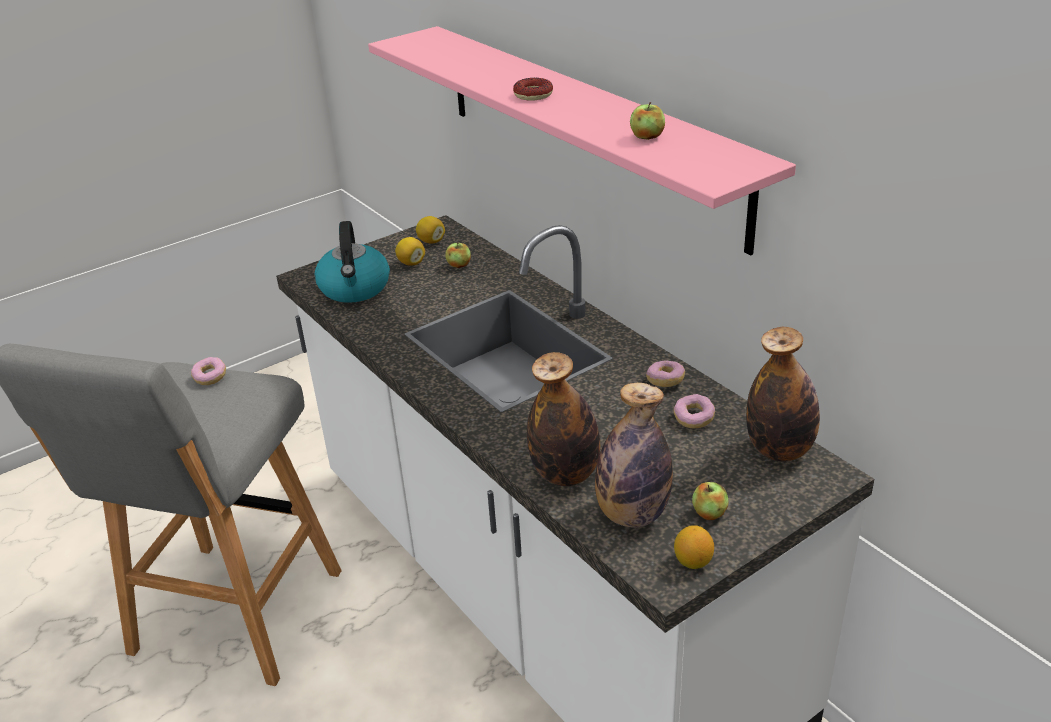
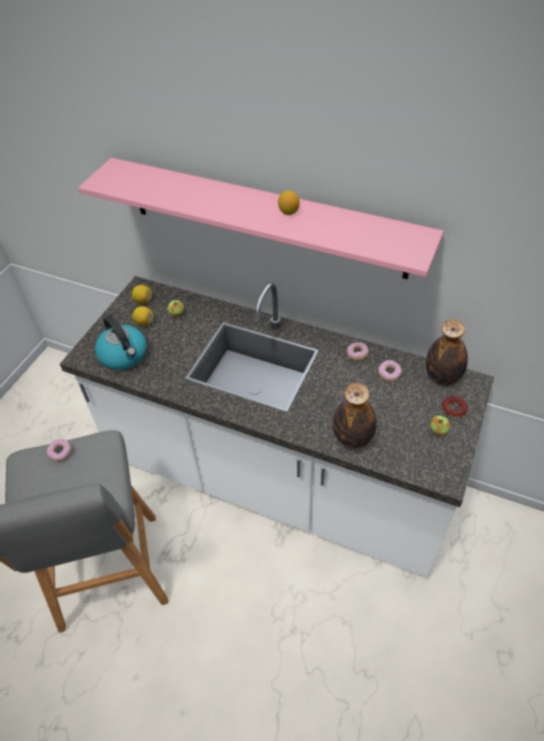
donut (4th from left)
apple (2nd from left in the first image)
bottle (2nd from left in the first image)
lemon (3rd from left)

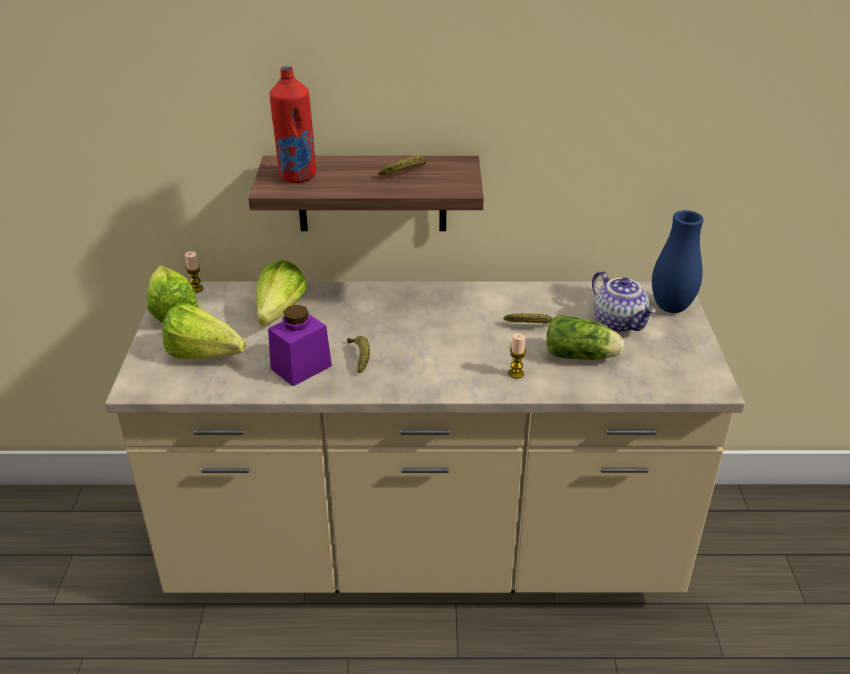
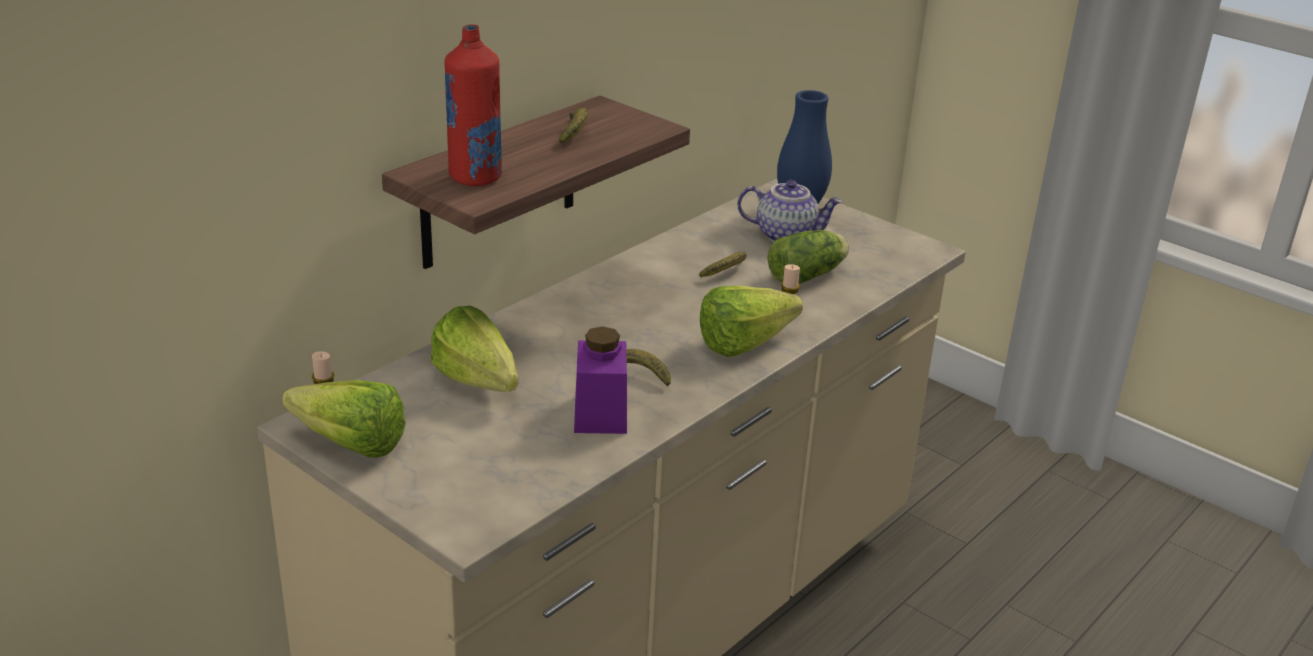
lettuce (3rd from left)

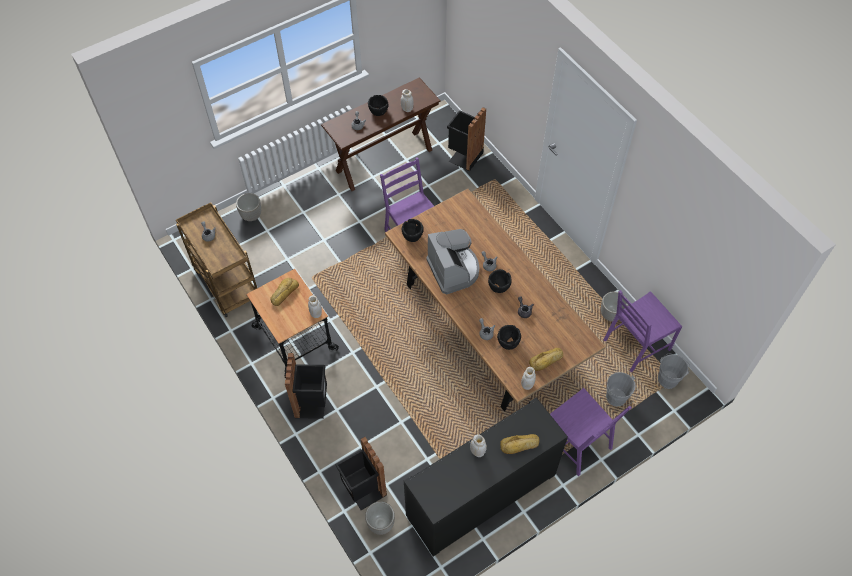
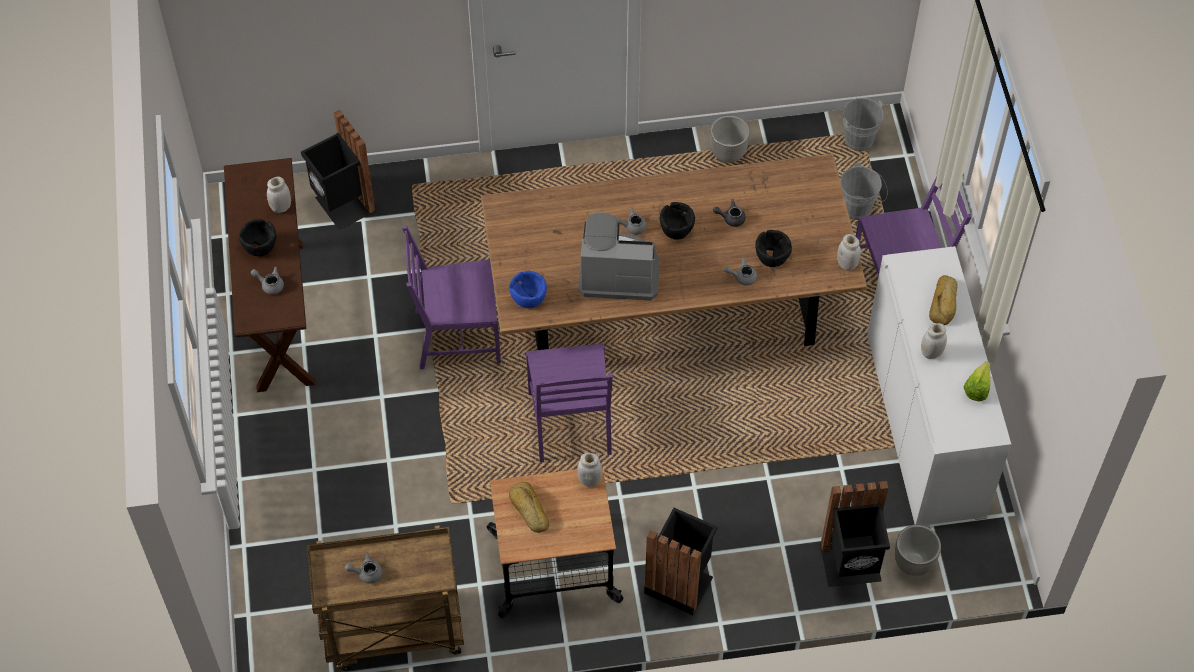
planter (1st from left in the first image)
blue bowl
purple chair (2nd from left)
bread (3rd from left in the first image)
white cabinet
lettuce

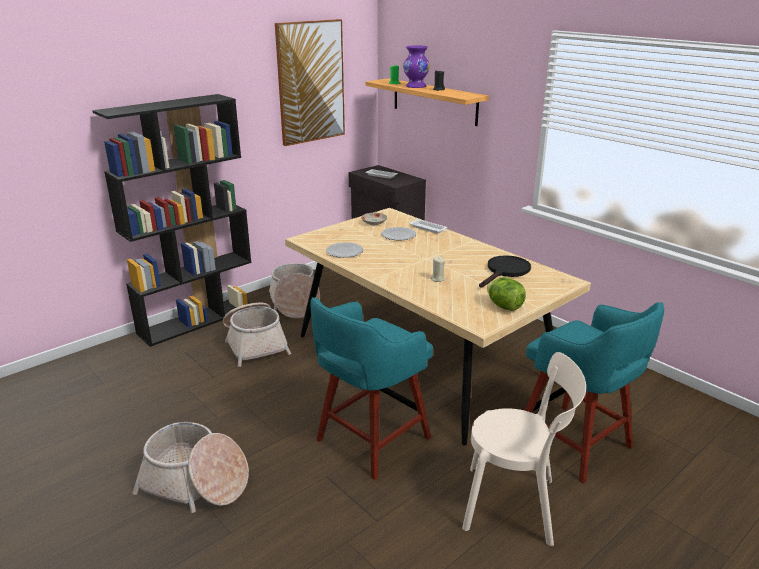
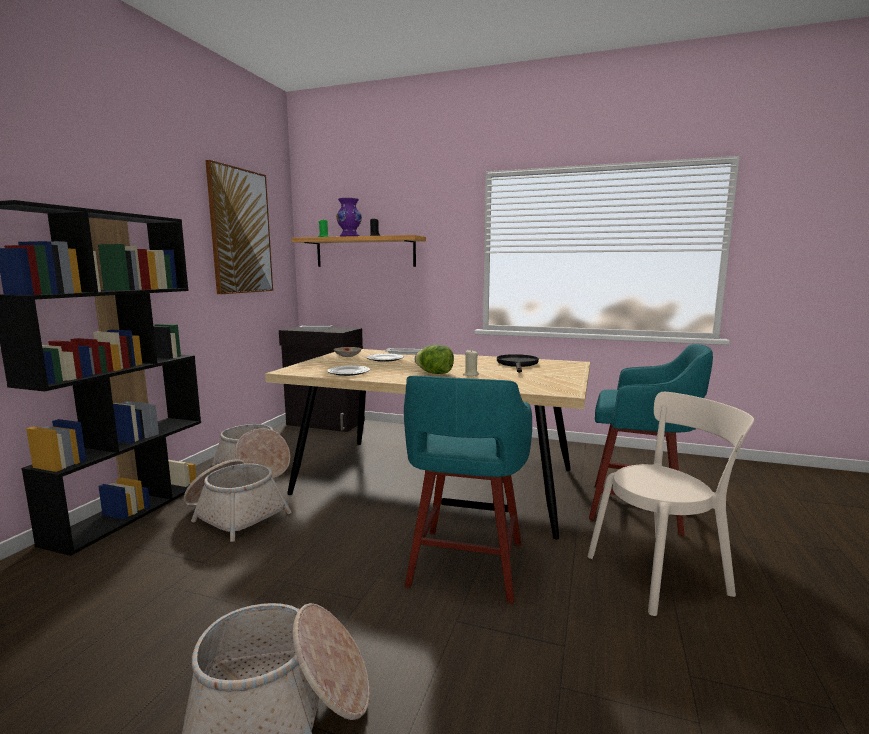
lettuce

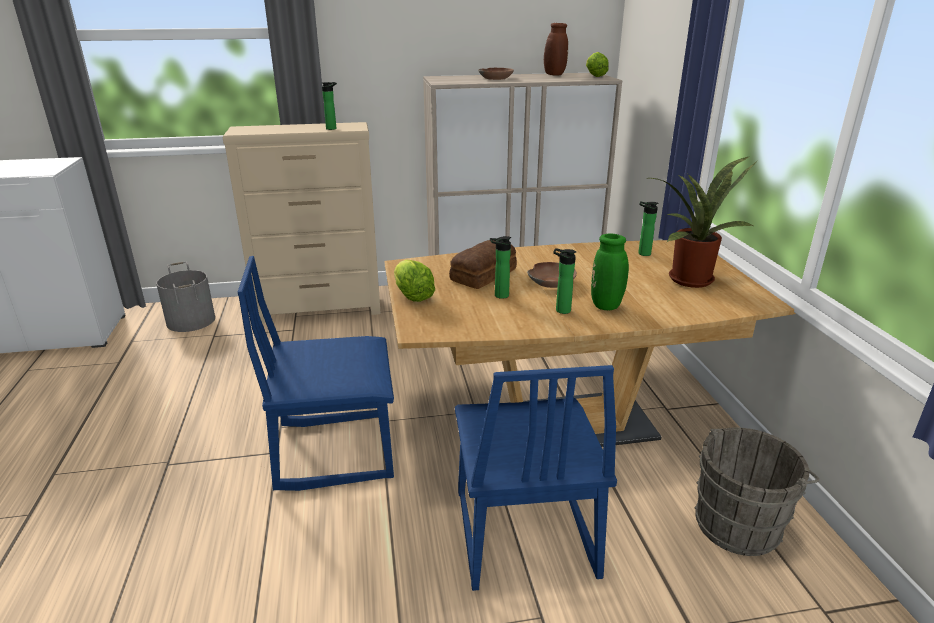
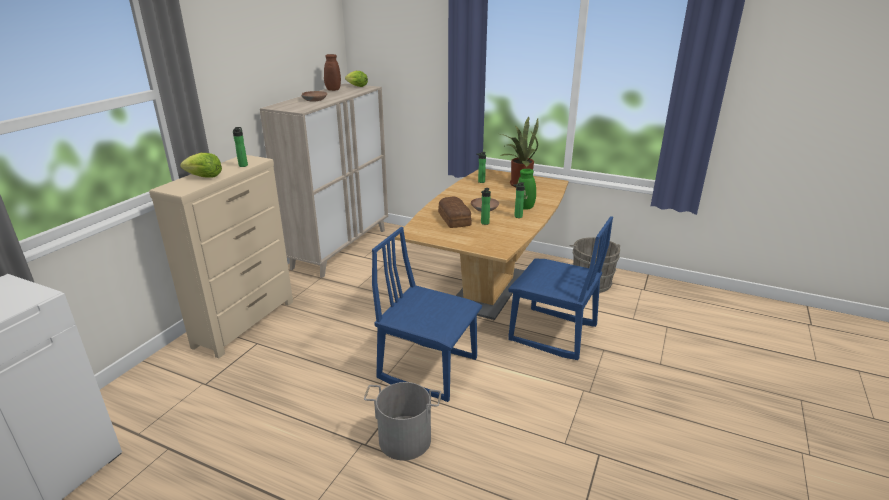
blue chair (1st from left)
lettuce (1st from left)
grey bucket (1st from left)

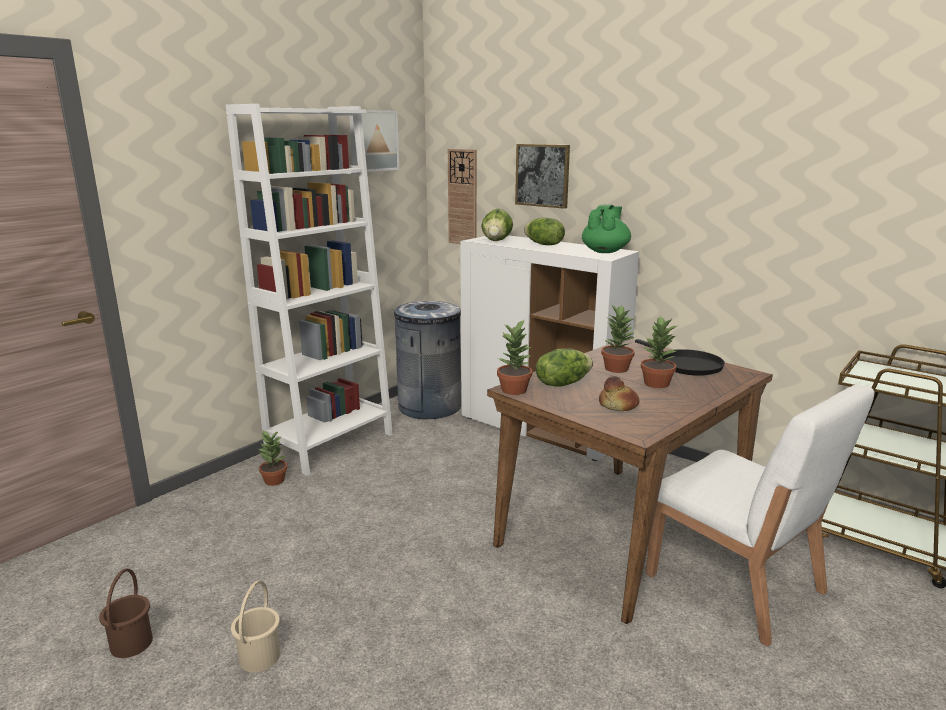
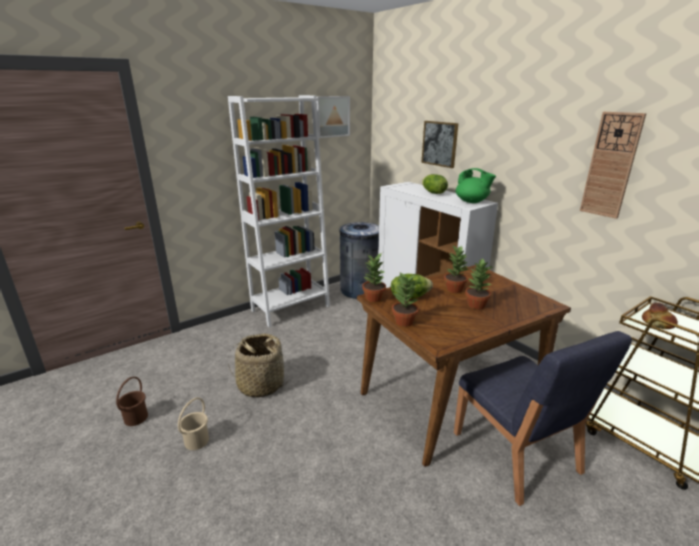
wall clock
green teapot
lettuce (1st from left in the first image)
black frying pan
bread
blue chair
potted plant (2nd from left)
basket

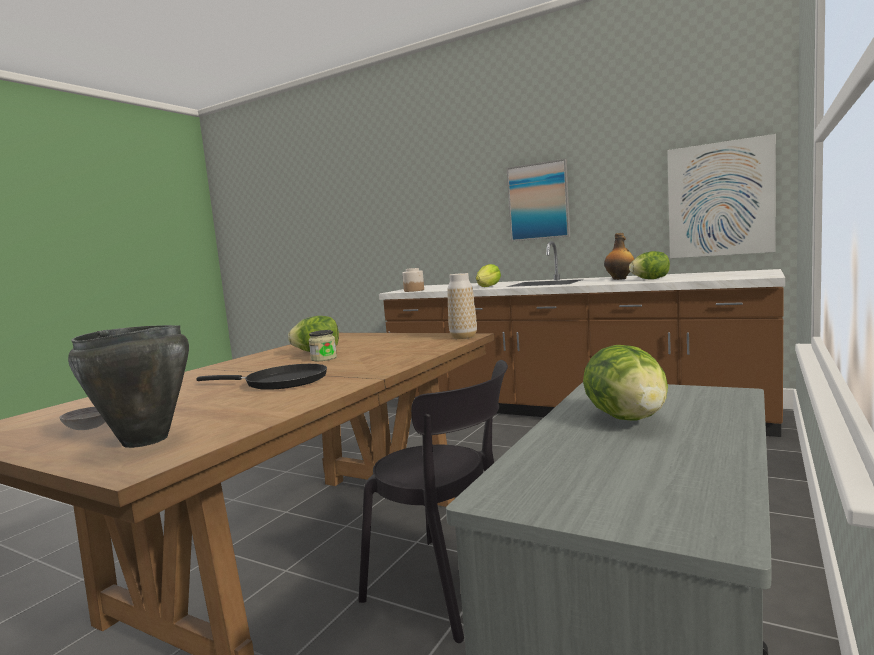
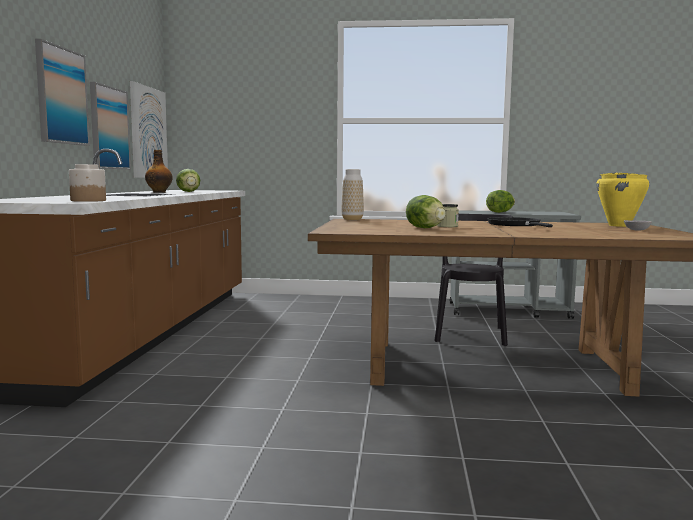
lettuce (2nd from left in the first image)
yellow cooking pot
picture (2nd from left)

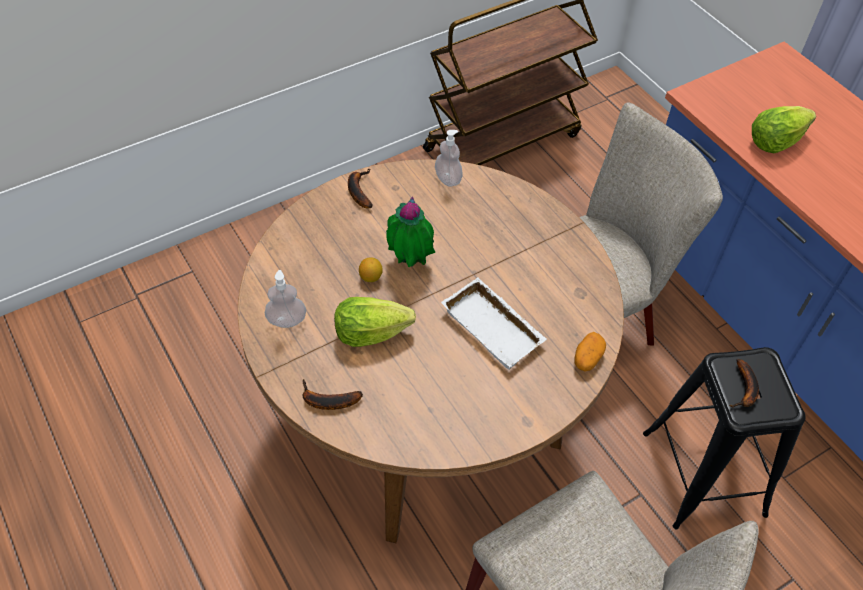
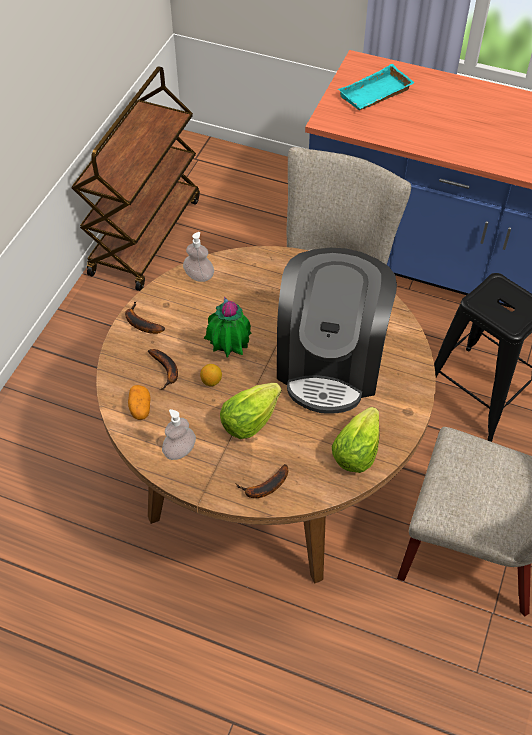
lettuce (2nd from left)
coffee machine
potato
banana (2nd from left)
turquoise tray

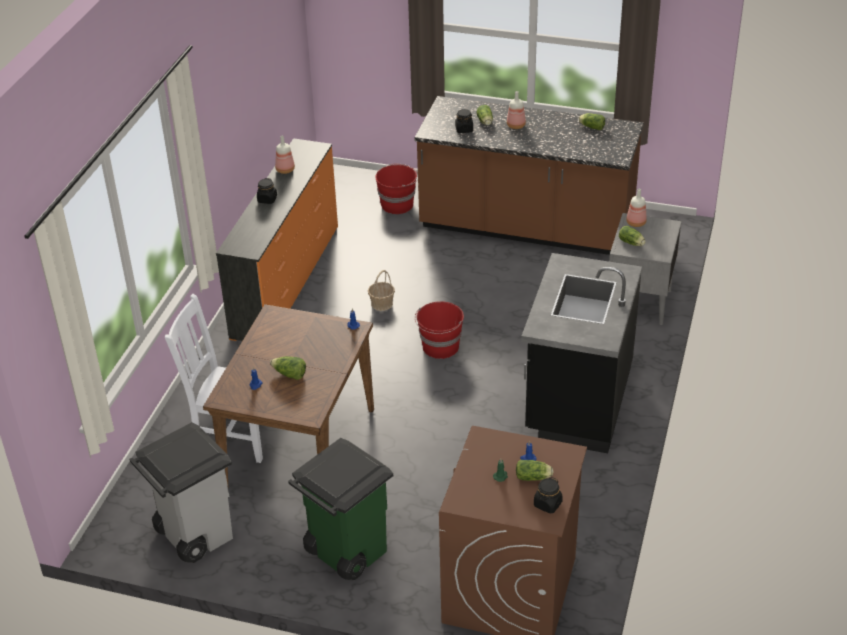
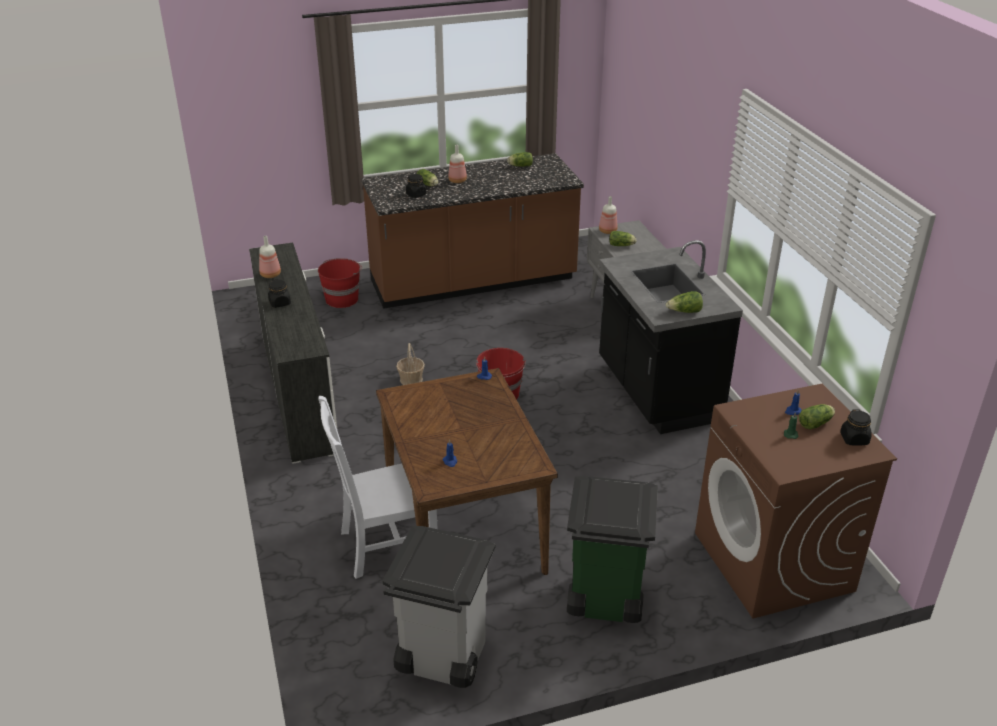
white dresser
lettuce (4th from left)

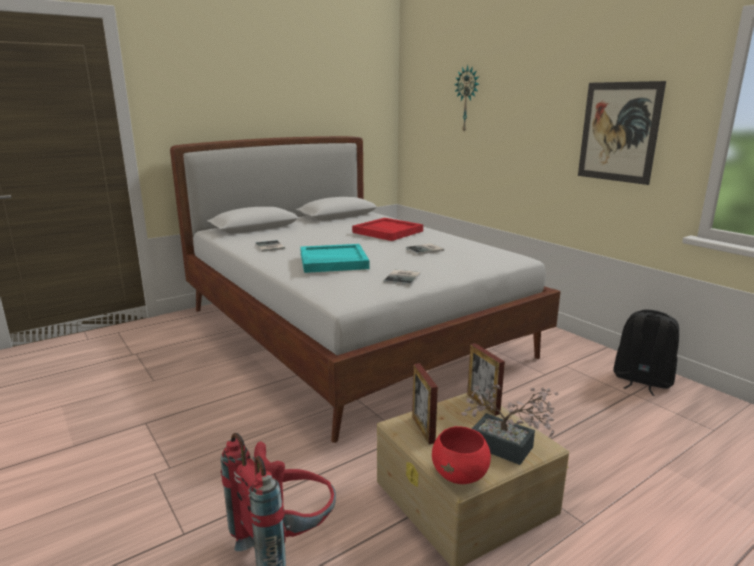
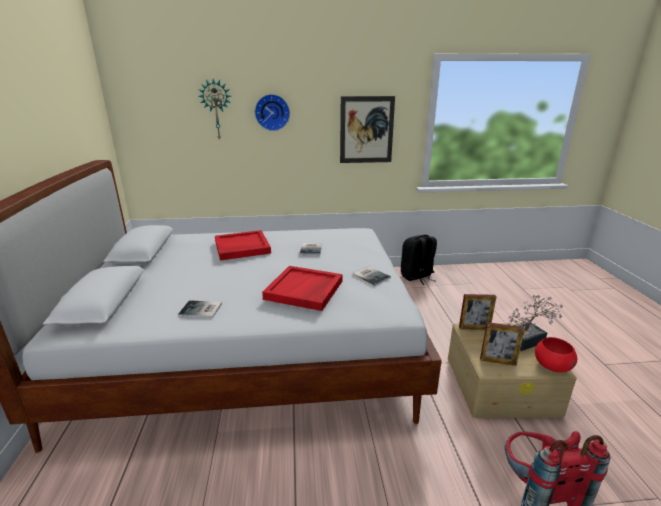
red tray (2nd from left)
wall clock (2nd from left)

